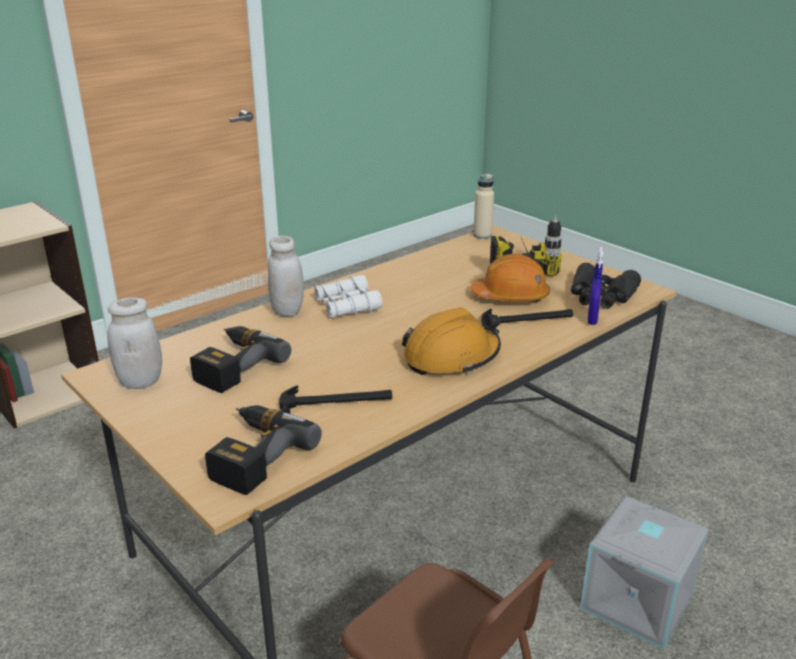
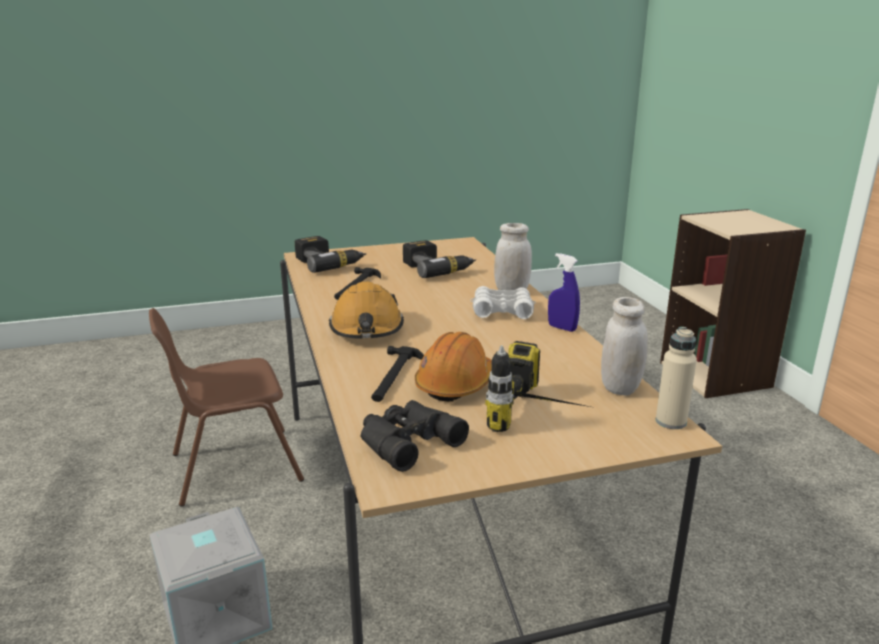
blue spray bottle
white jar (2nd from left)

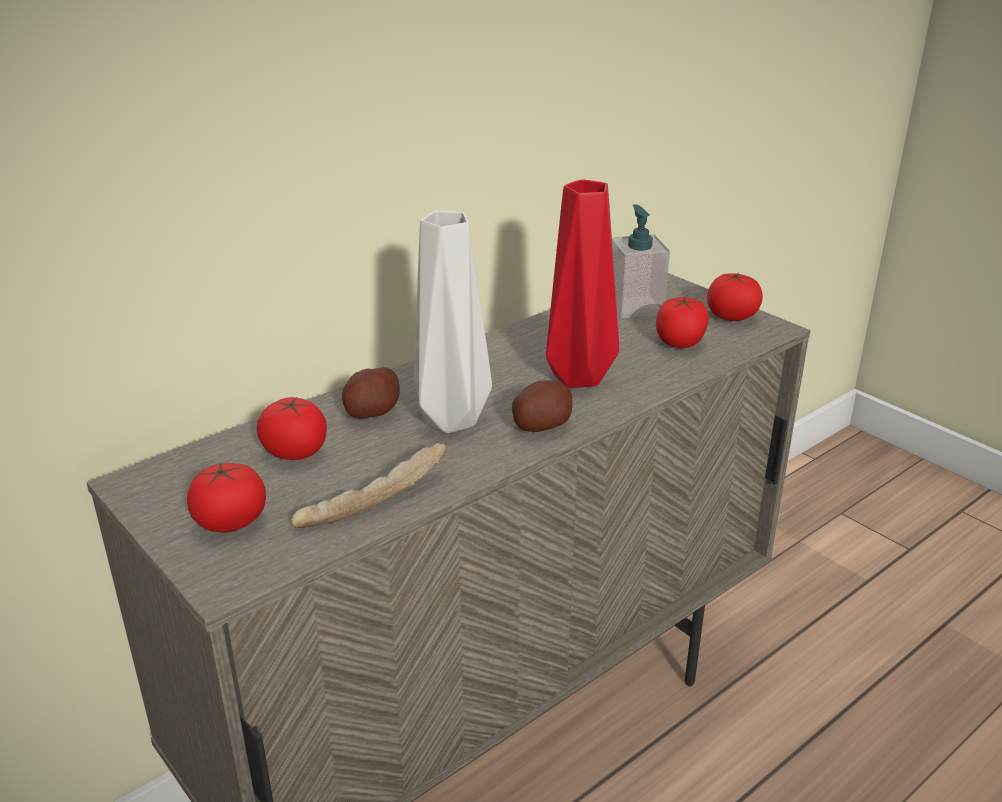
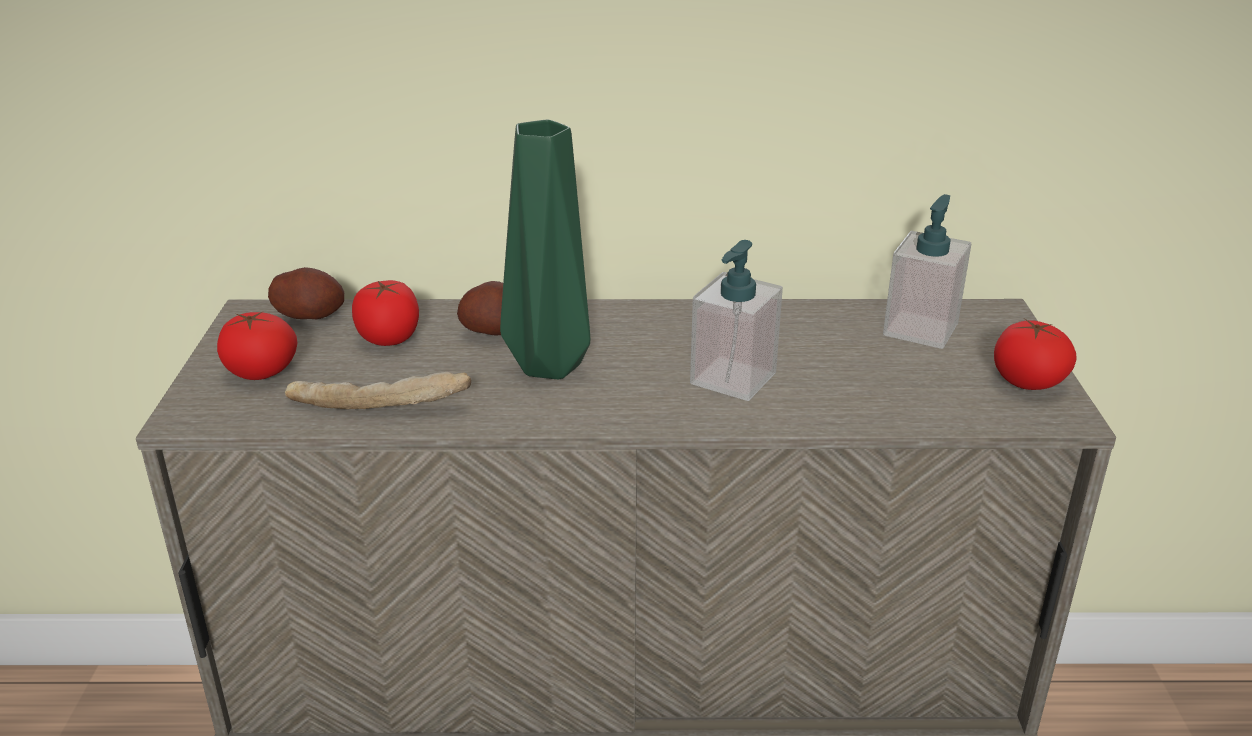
soap dispenser (1st from left)
green vase
tomato (3rd from left in the first image)
potato (1st from left)

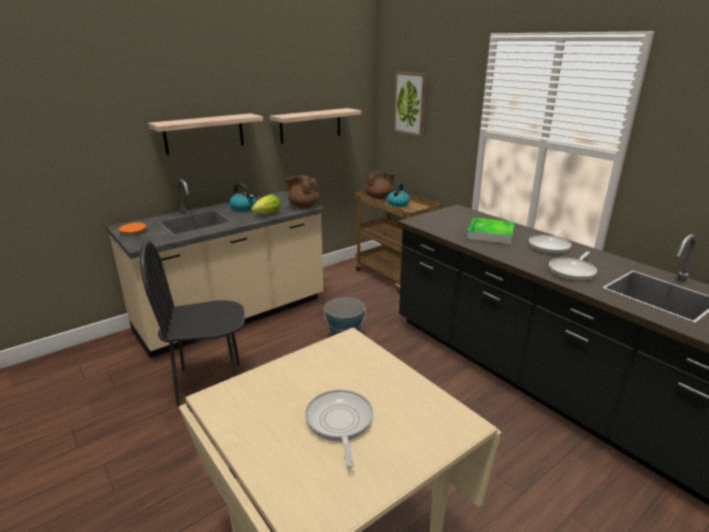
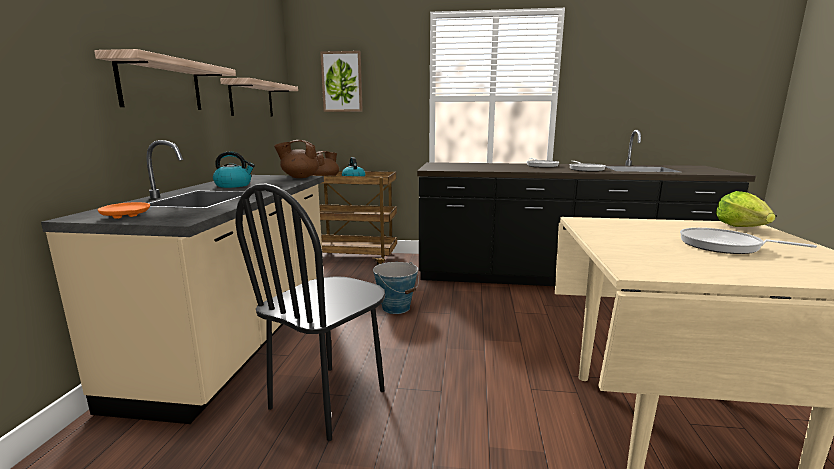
lettuce
tray

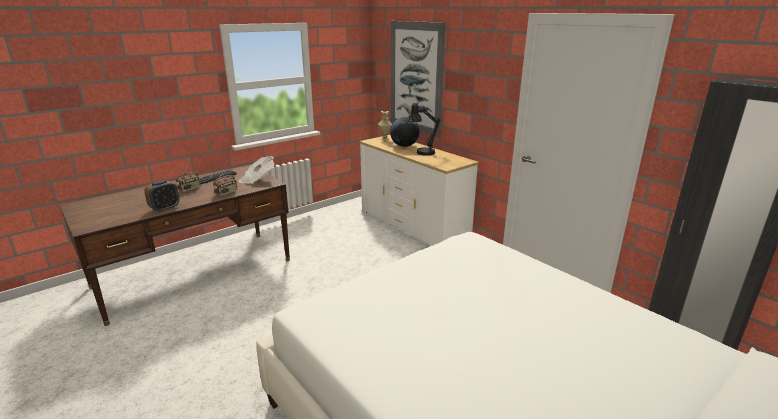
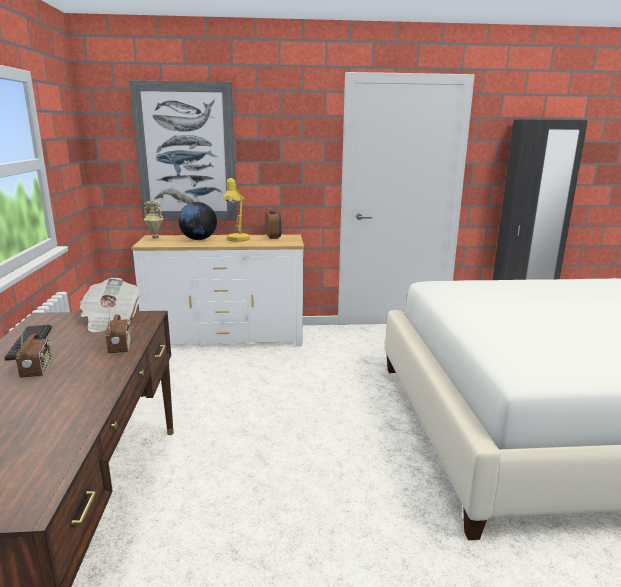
yellow table lamp
alarm clock

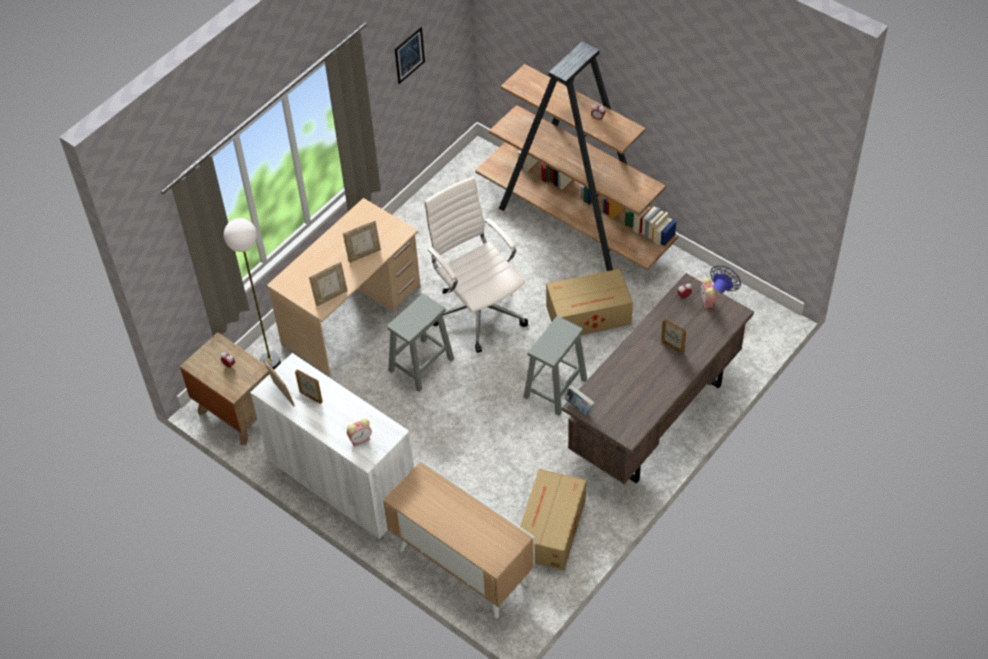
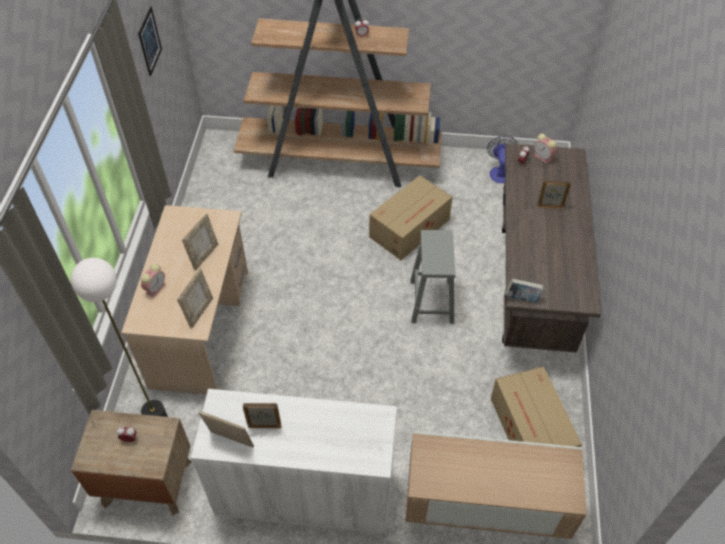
white office chair
grey stool (1st from left in the first image)
alarm clock (2nd from left)

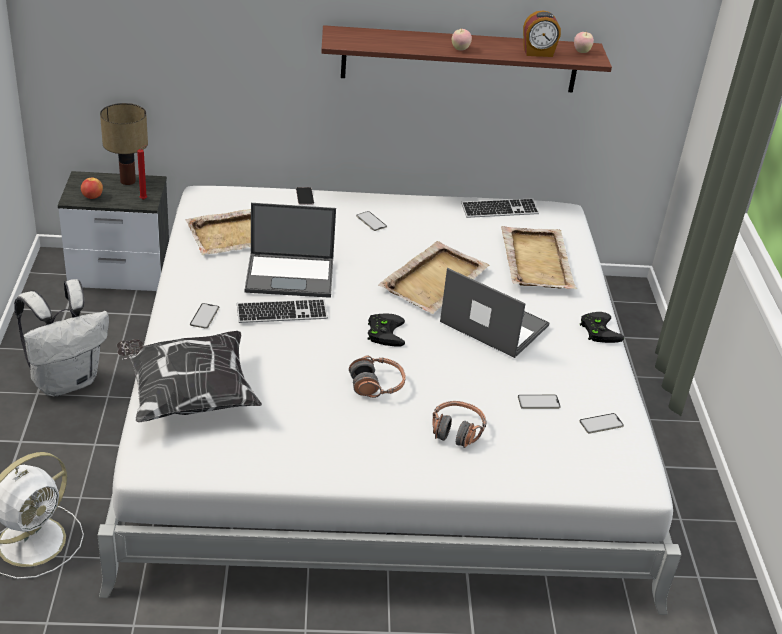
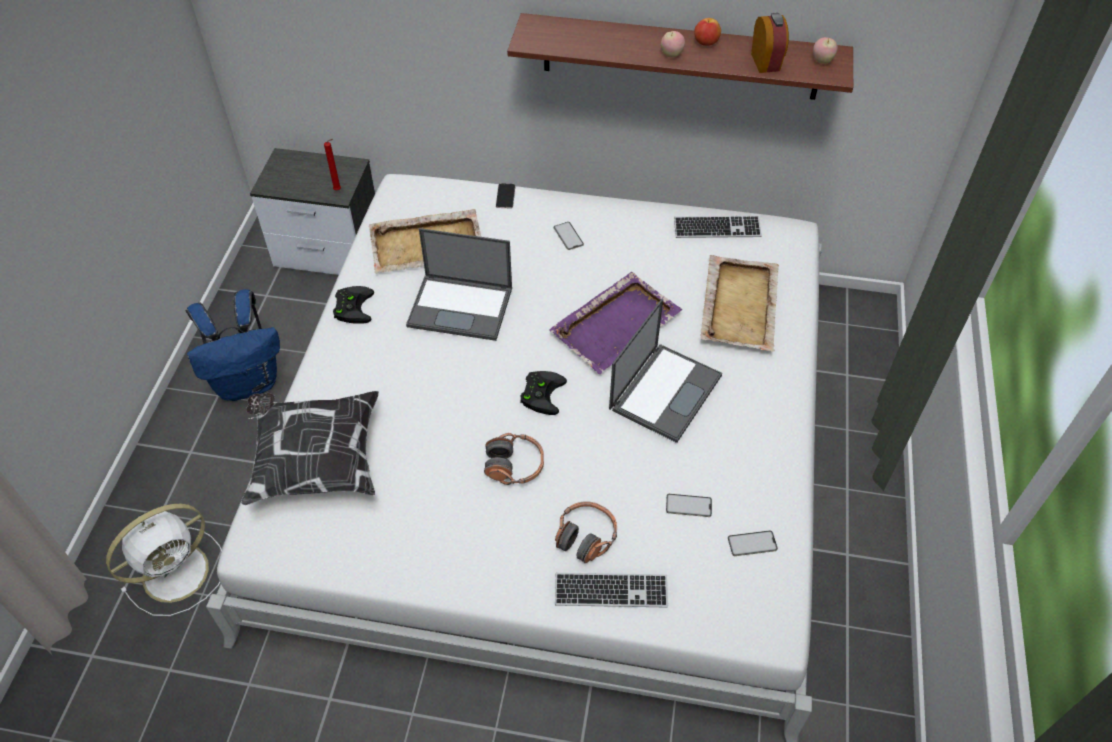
alarm clock
table lamp
apple (2nd from left)
purple tray
laptop (2nd from left)
blue backpack
keyboard (1st from left)
phone (1st from left in the first image)
black game controller (1st from left)

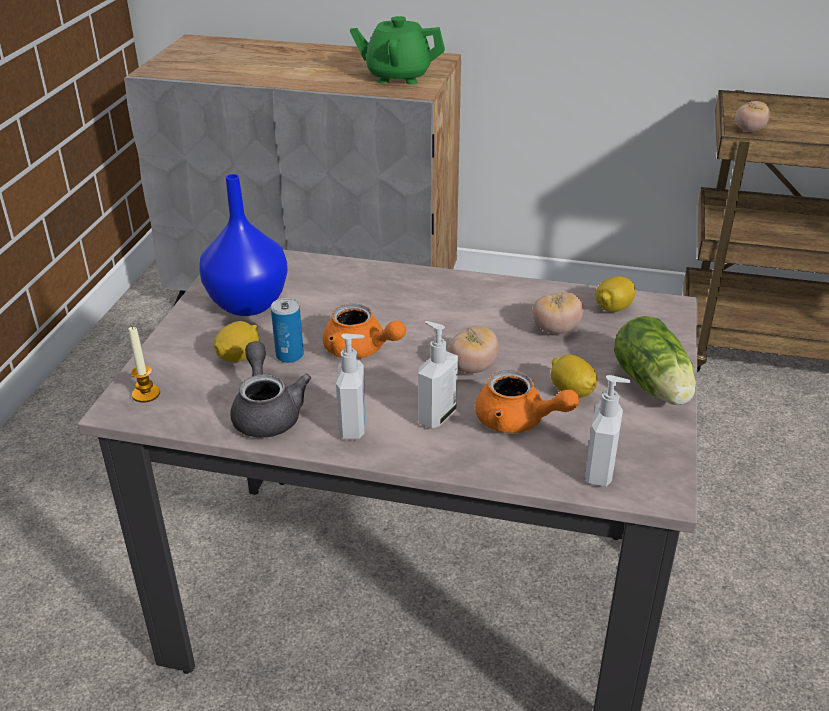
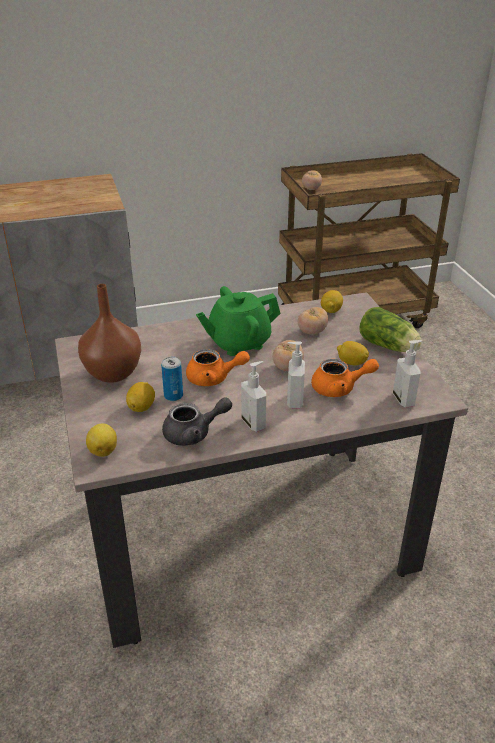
green teapot
brown vase
lemon (1st from left)
grey teapot

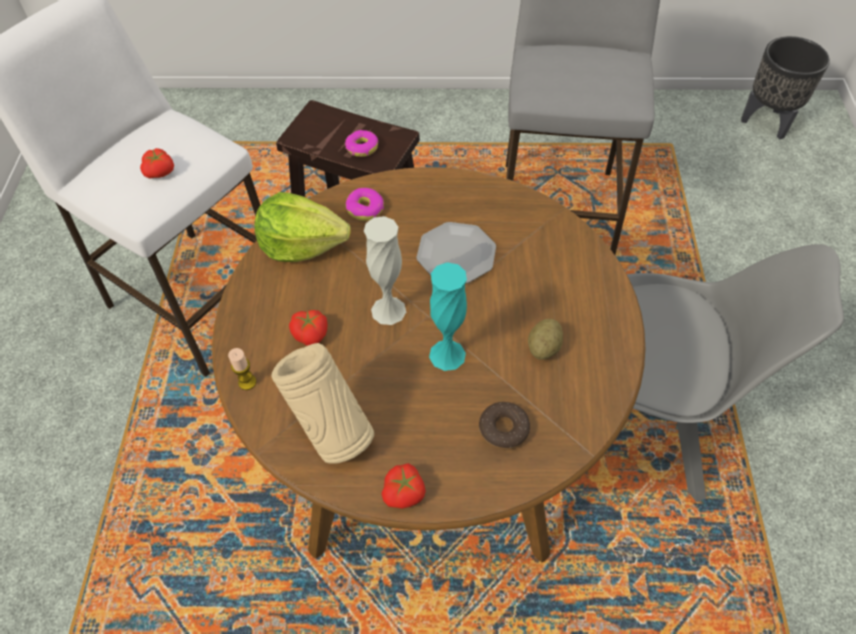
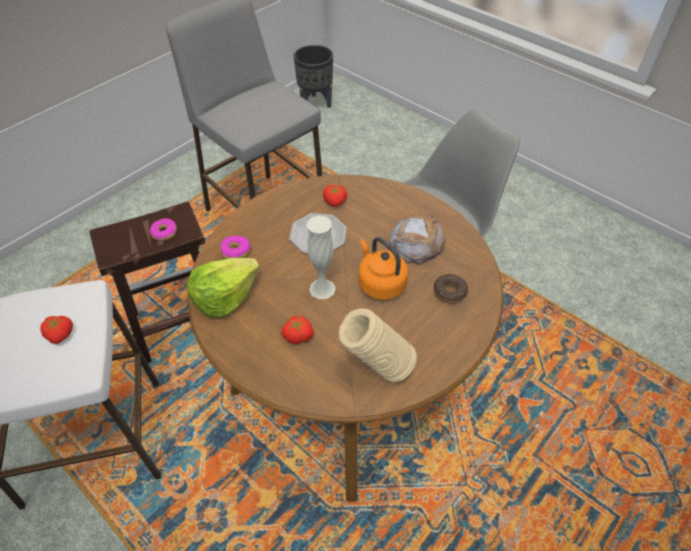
orange kettle
bread
candle
tomato (3rd from left)

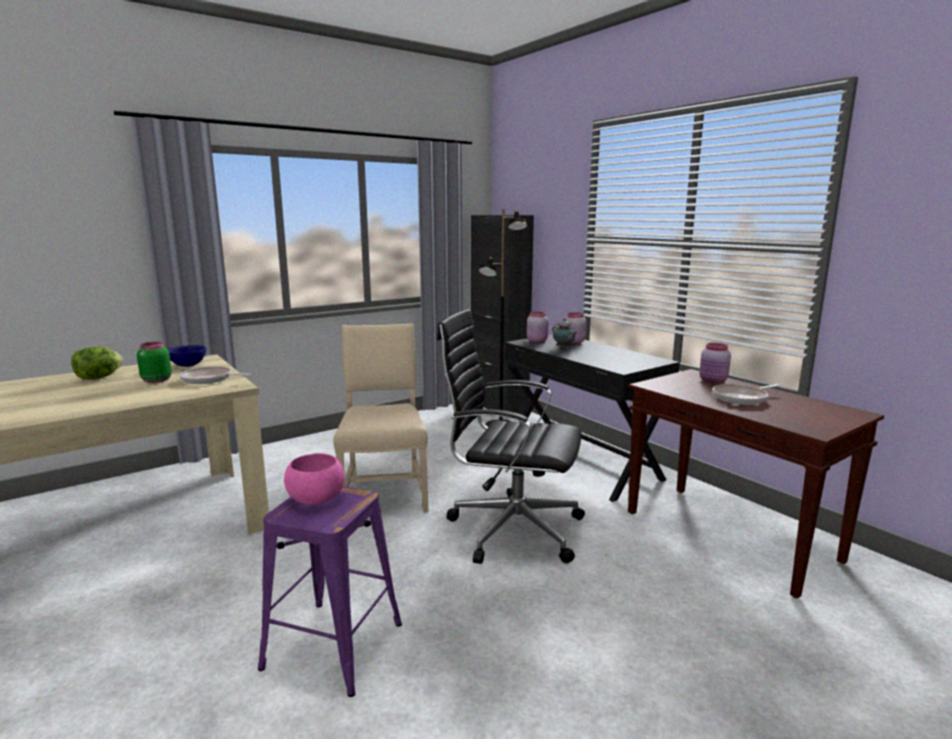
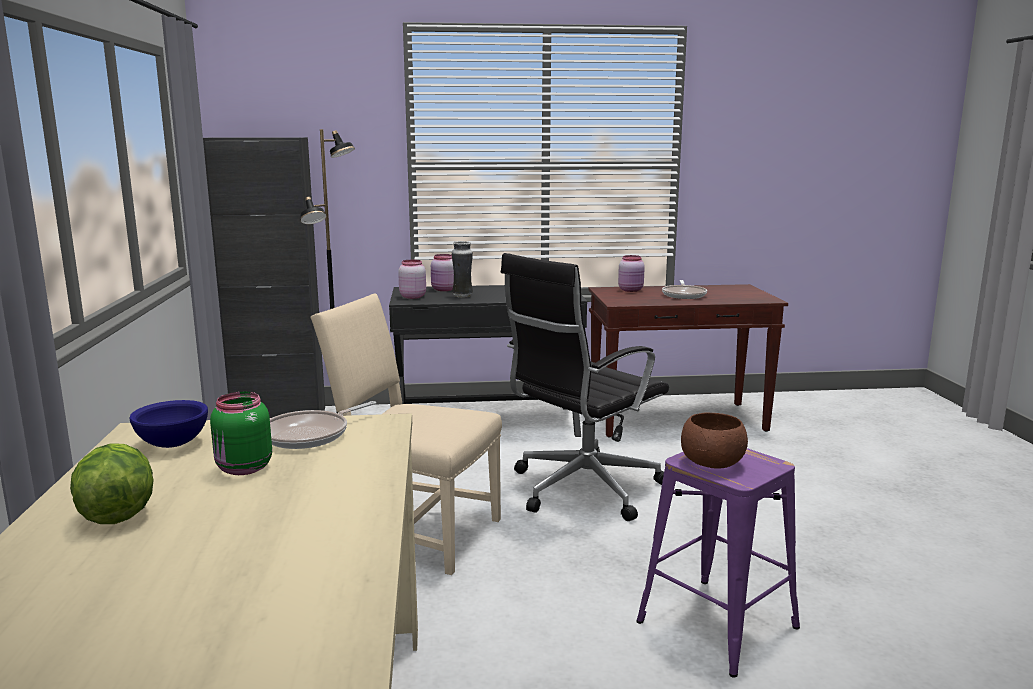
vase
brown bowl

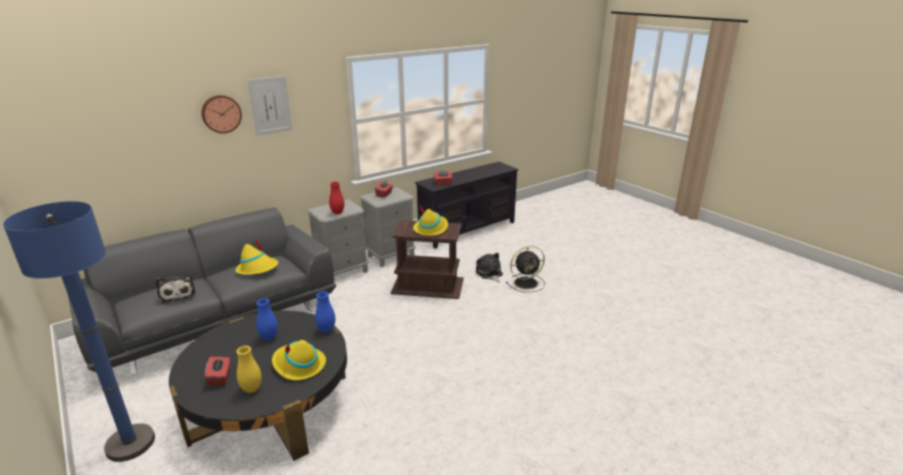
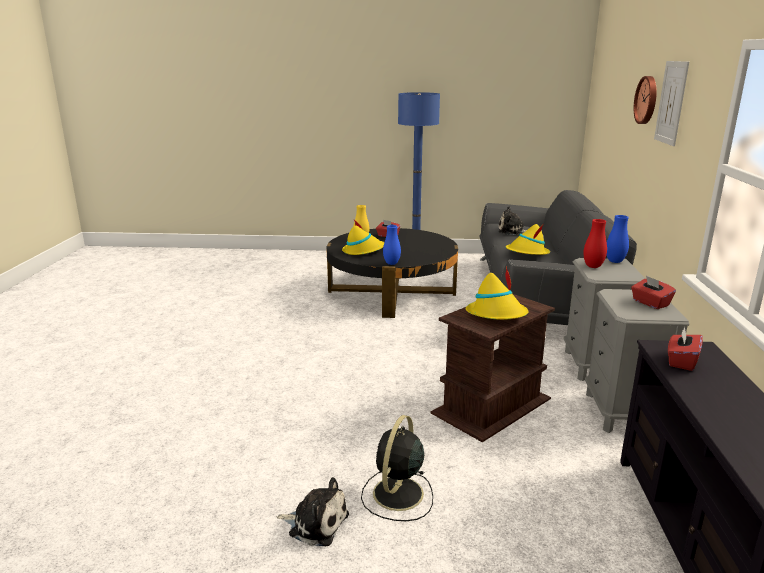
plush toy (1st from left)
blue vase (2nd from left)

